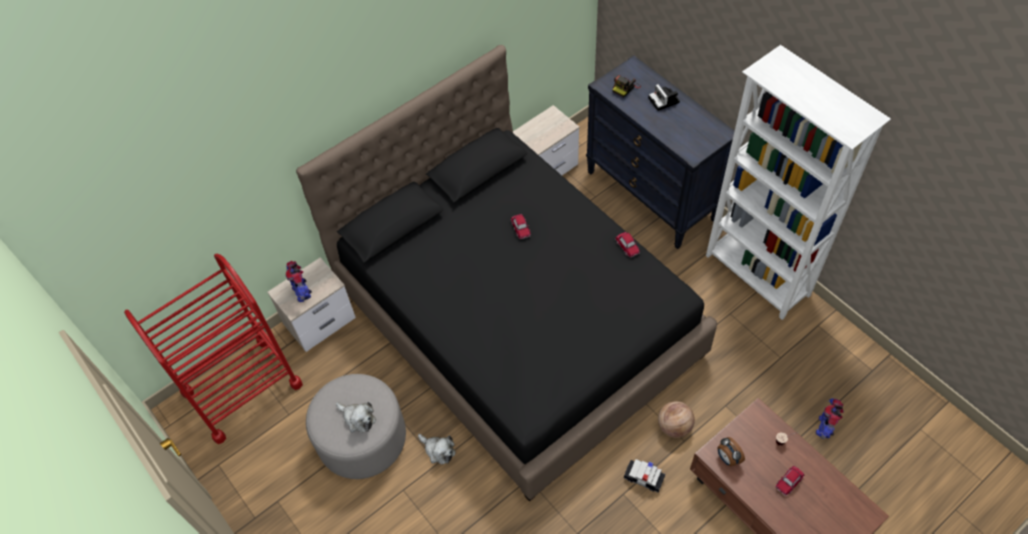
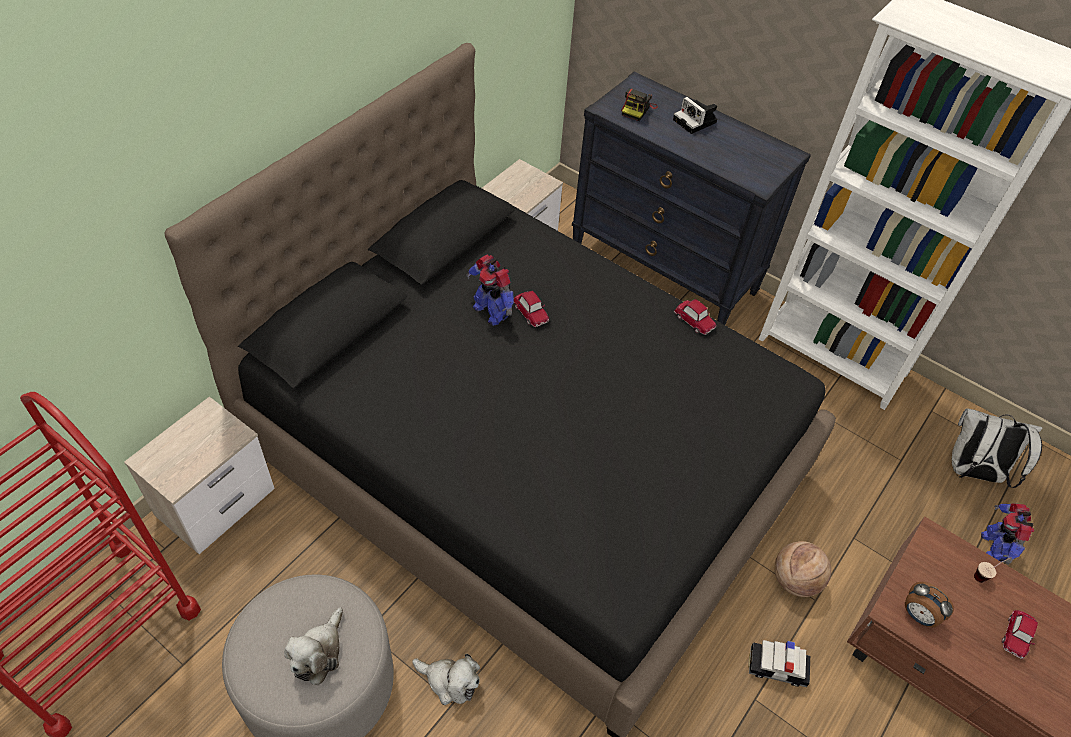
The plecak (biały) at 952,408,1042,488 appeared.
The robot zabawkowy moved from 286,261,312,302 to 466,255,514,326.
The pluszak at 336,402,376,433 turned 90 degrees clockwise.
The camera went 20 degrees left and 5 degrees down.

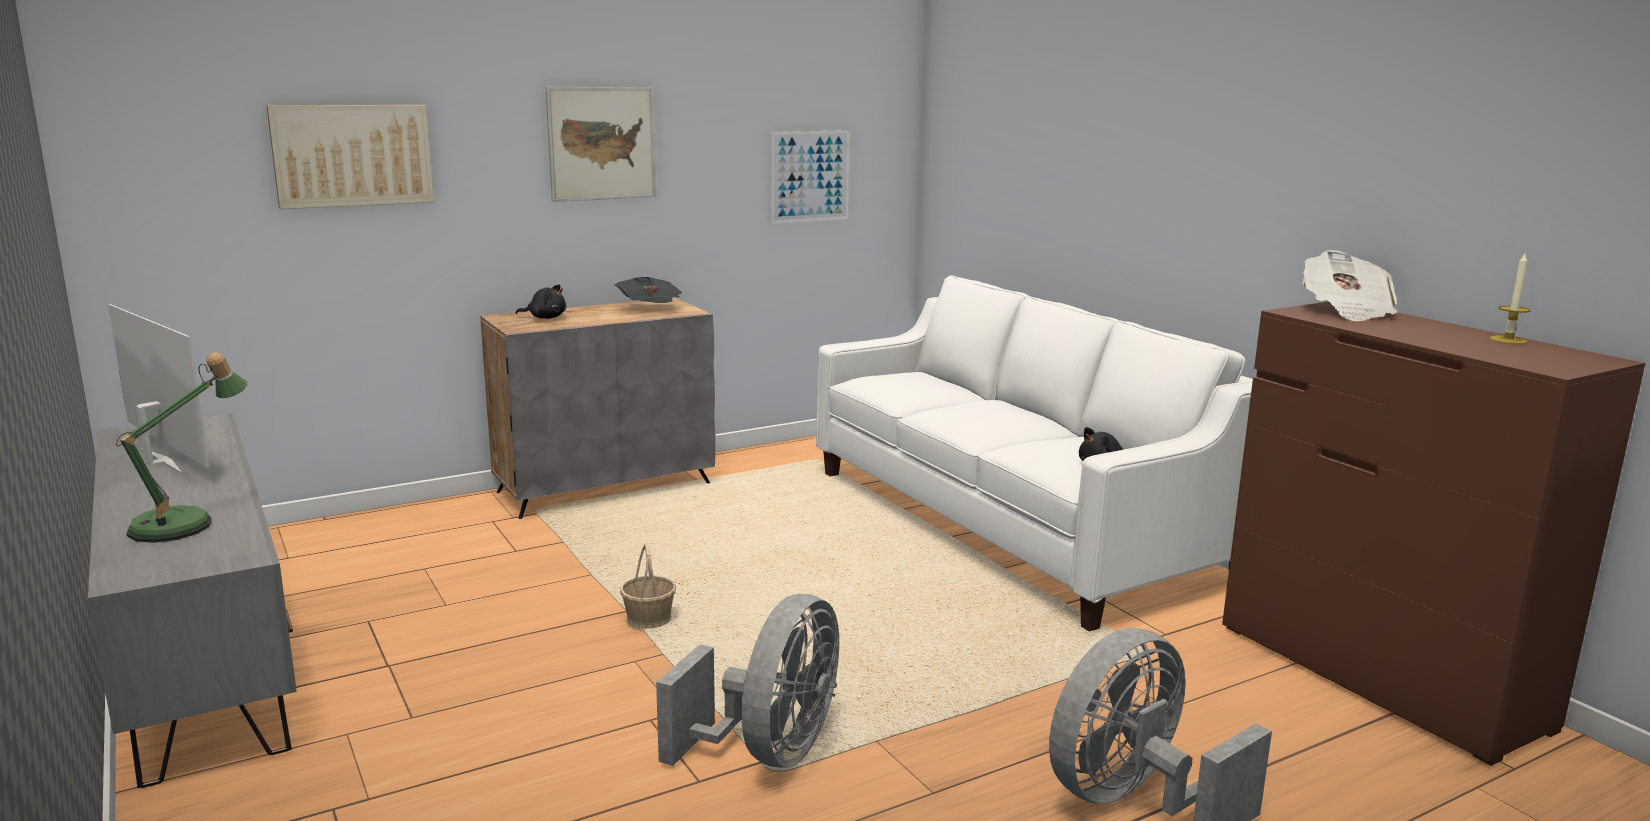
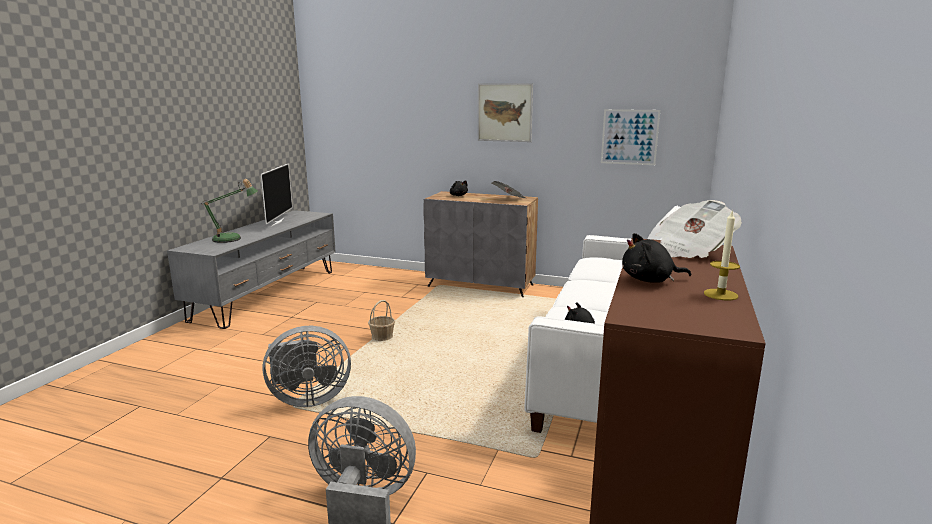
The obraz at 267,105,434,209 disappeared.
The pluszak (czarny) at 622,233,691,283 appeared.
The camera went 50 degrees right and 0 degrees up.

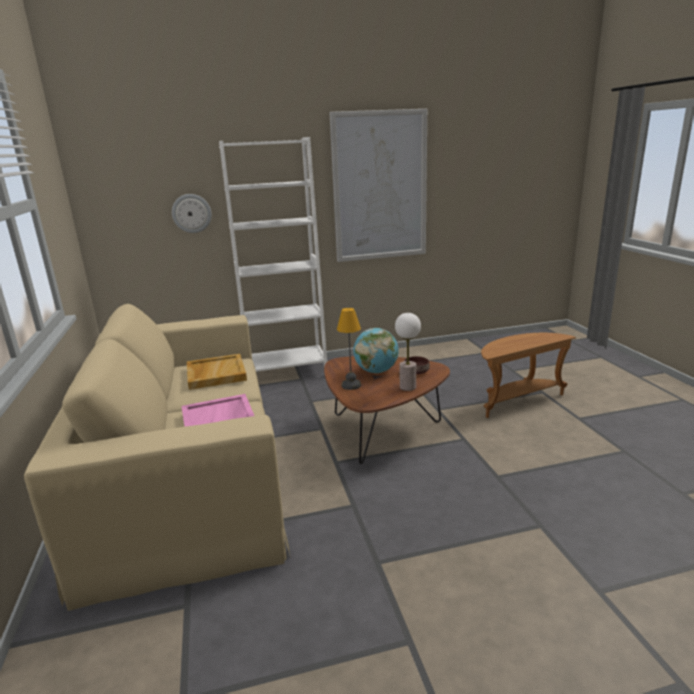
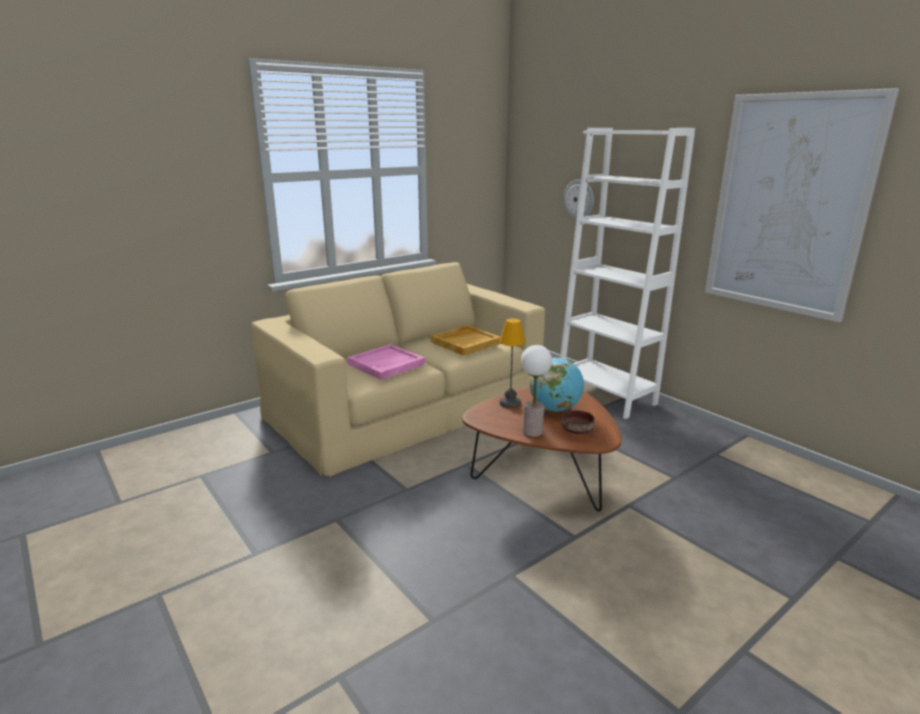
The stolik (brązowy) at 481,333,576,418 disappeared.
The camera went 65 degrees right and 0 degrees up.

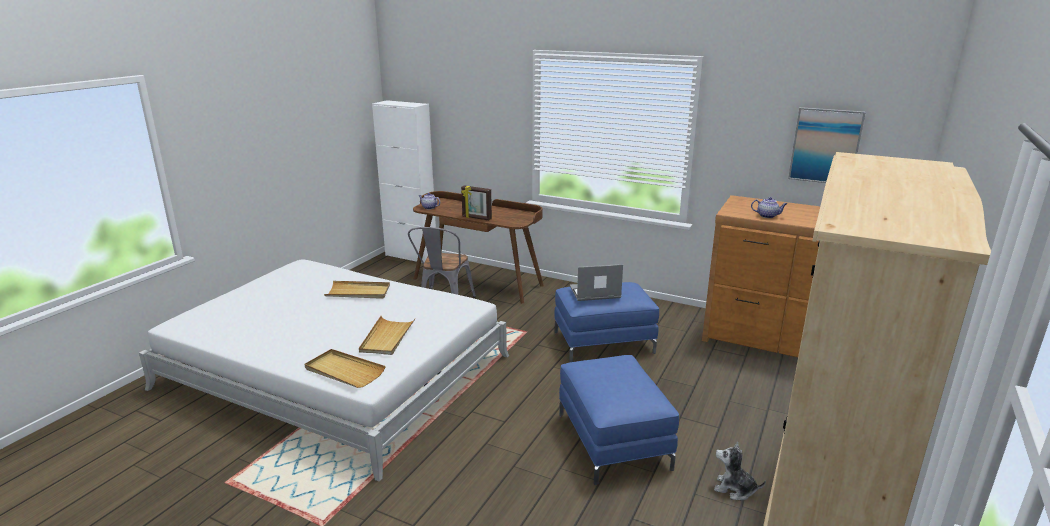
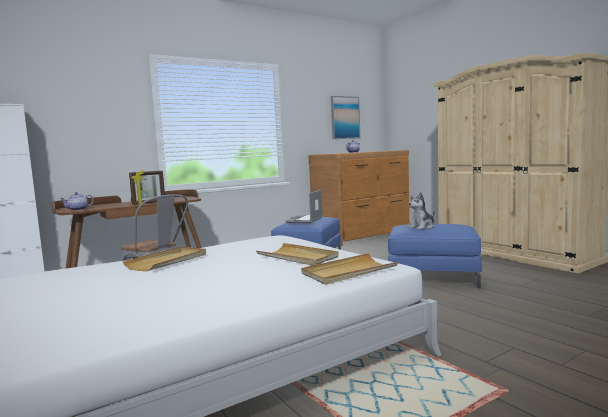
The pluszak moved from 714,441,766,500 to 408,192,434,230.
The camera went 60 degrees left and 15 degrees down.

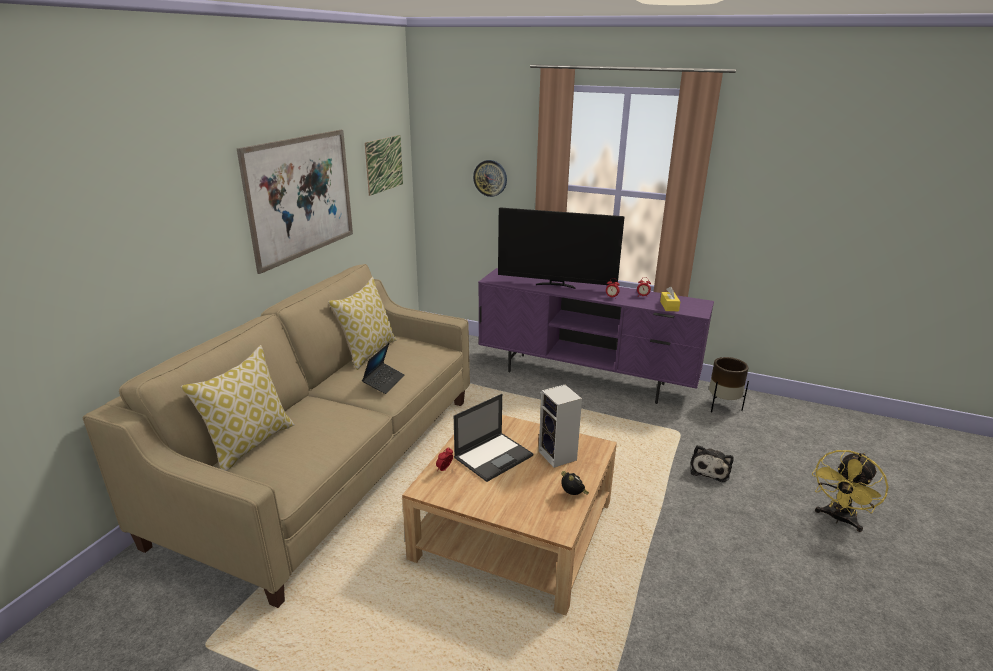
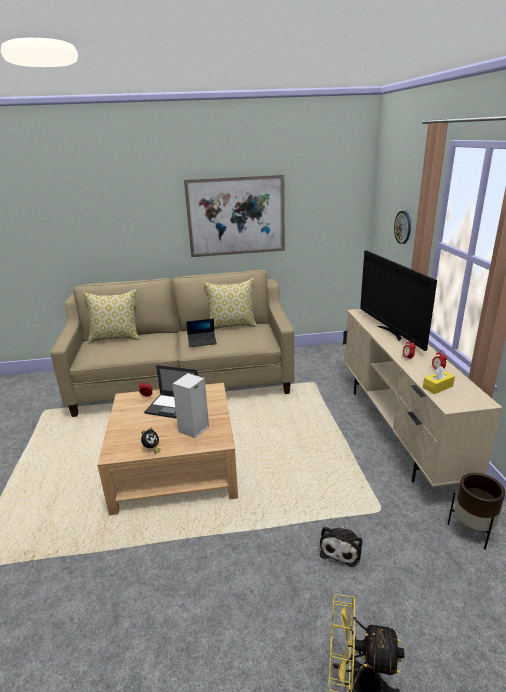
The obraz at 365,135,403,196 disappeared.
The szafka pod telewizor (fioletowy) at 478,268,714,404 became the szafka pod telewizor (beżowy) at 343,309,502,487.
The pluszak at 690,445,734,482 turned 60 degrees counterclockwise.
The camera went 60 degrees right and 0 degrees up.

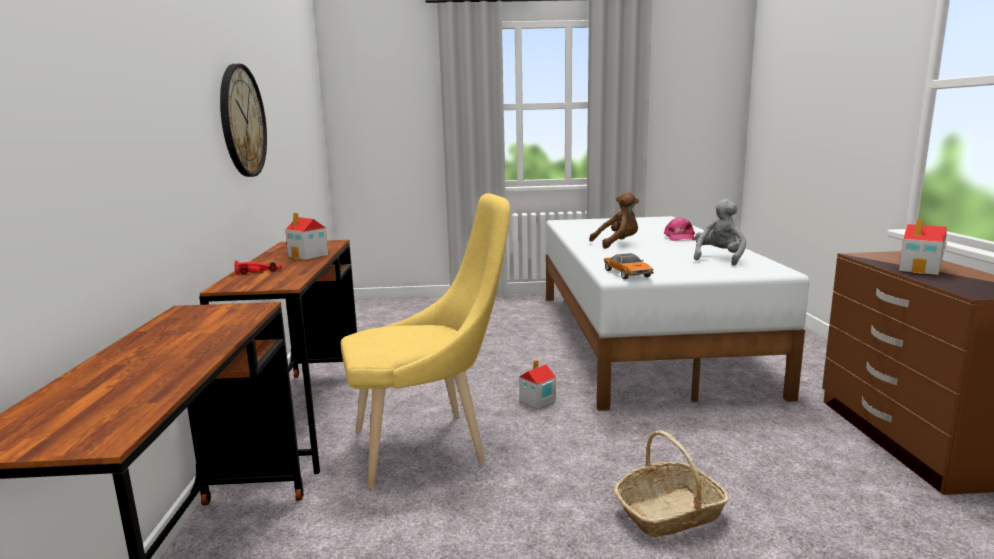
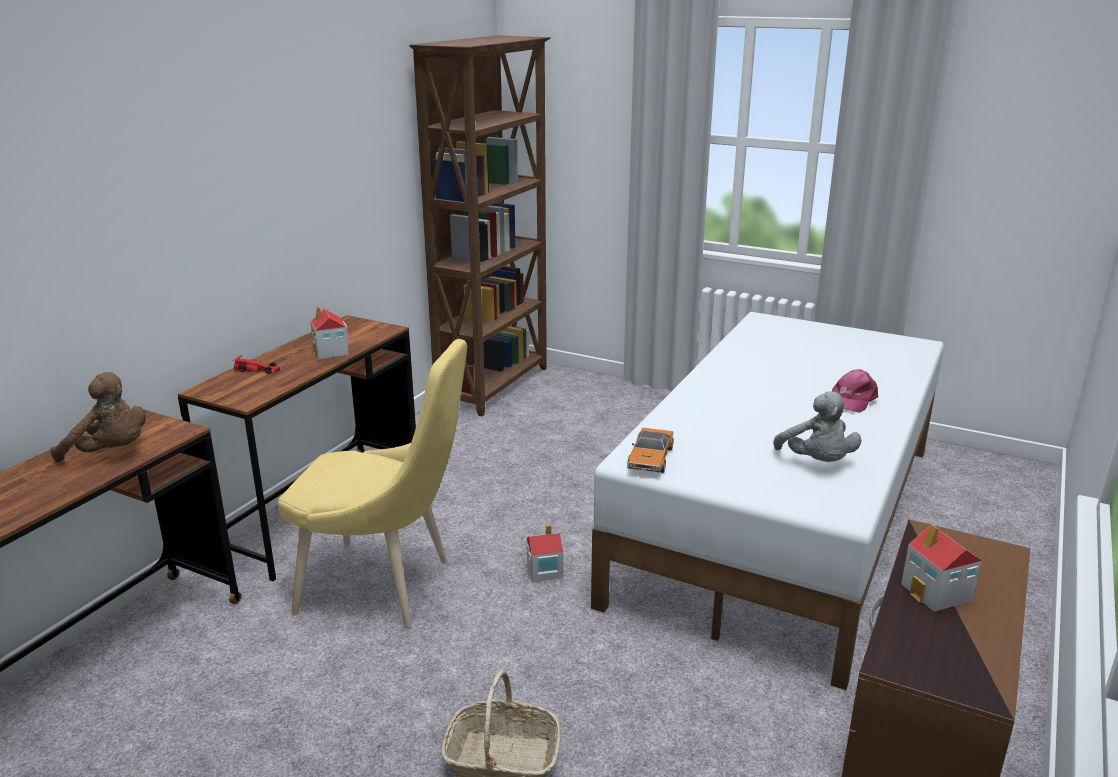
The zegar ścienny at 220,64,267,177 disappeared.
The regał (brązowy) at 409,35,551,416 appeared.
The pluszak (brązowy) moved from 589,192,639,249 to 51,372,146,463.
The pluszak (szary) at 694,199,746,266 turned 105 degrees clockwise.
The camera went 30 degrees right and 10 degrees up.

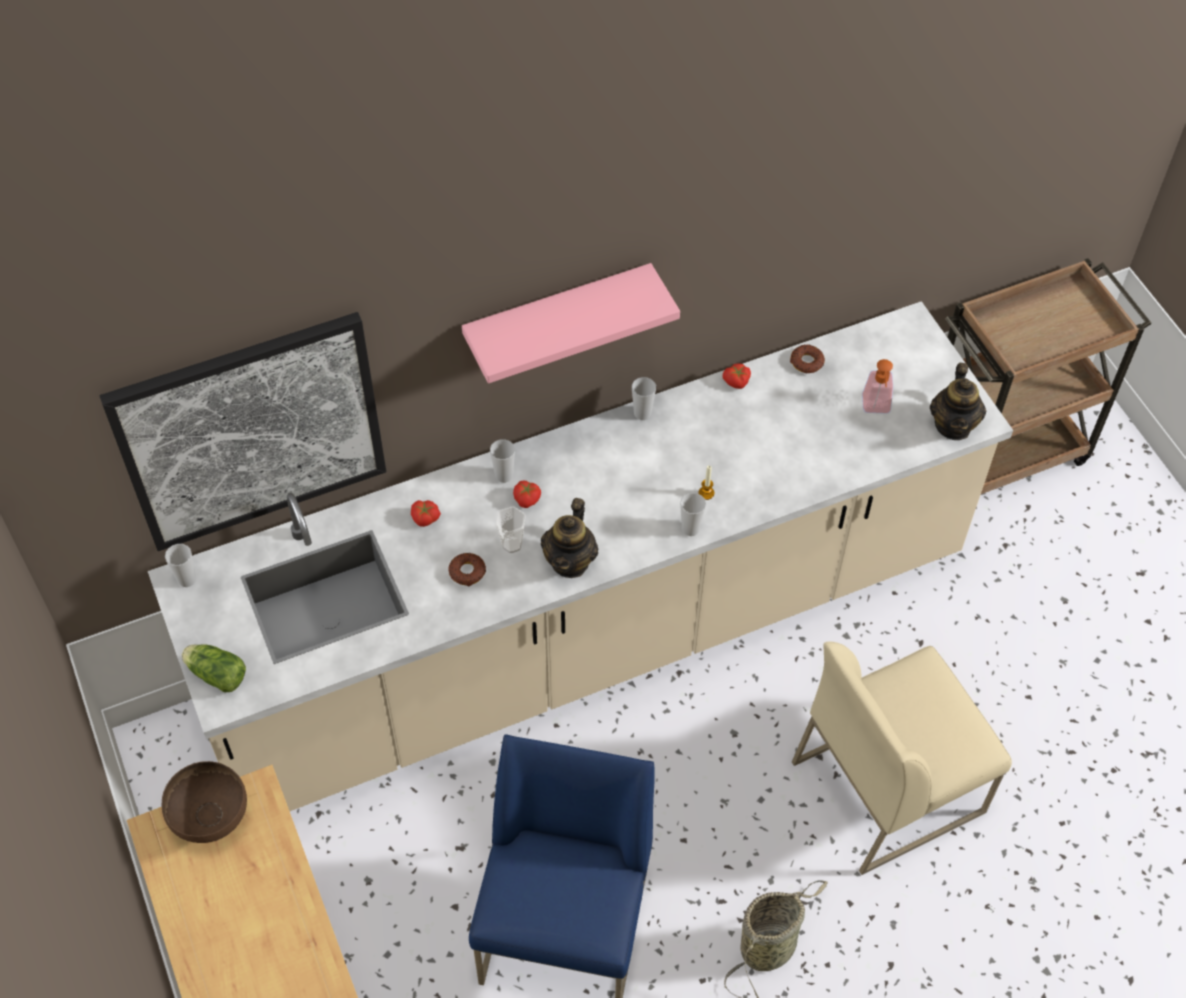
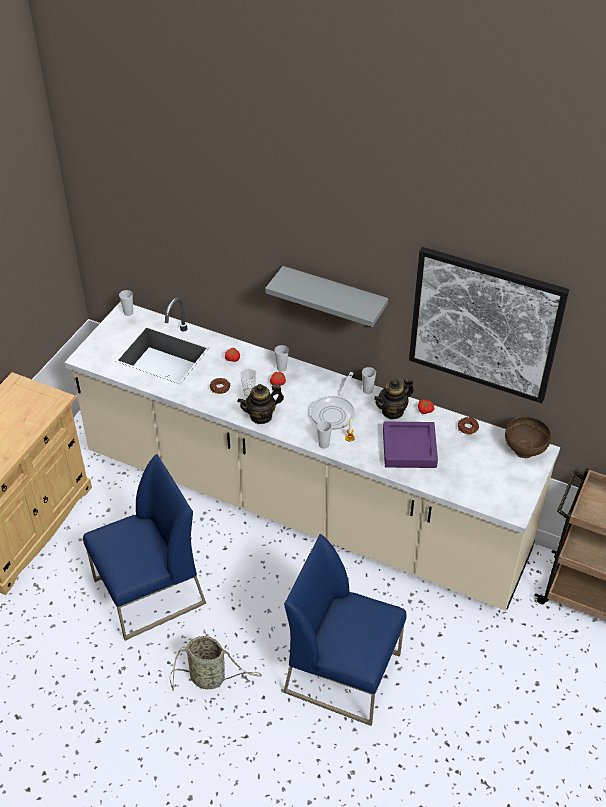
The sałata at 182,644,246,692 disappeared.
The dozownik mydła at 862,359,893,414 disappeared.
The patelnia at 310,372,355,430 appeared.
The taca (fioletowy) at 383,422,438,468 appeared.
The obraz moved from 100,312,386,551 to 409,247,569,403.
The miska (brązowy) moved from 162,761,247,843 to 505,417,551,458.
The imbryk moved from 930,363,987,440 to 374,377,414,420.
The półka (różowy) at 462,263,680,383 became the półka (szary) at 265,266,389,327.
The krzesło (beżowy) at 792,642,1012,875 became the krzesło (niebieski) at 283,534,407,726.
The camera went 50 degrees right and 10 degrees down.

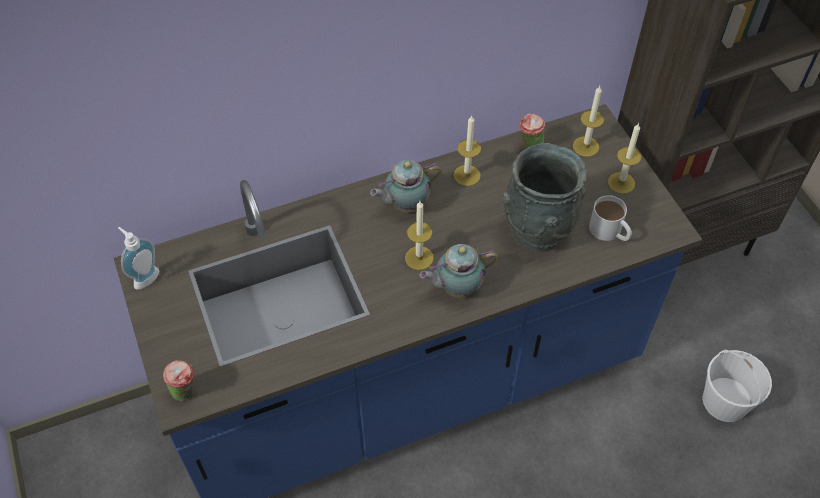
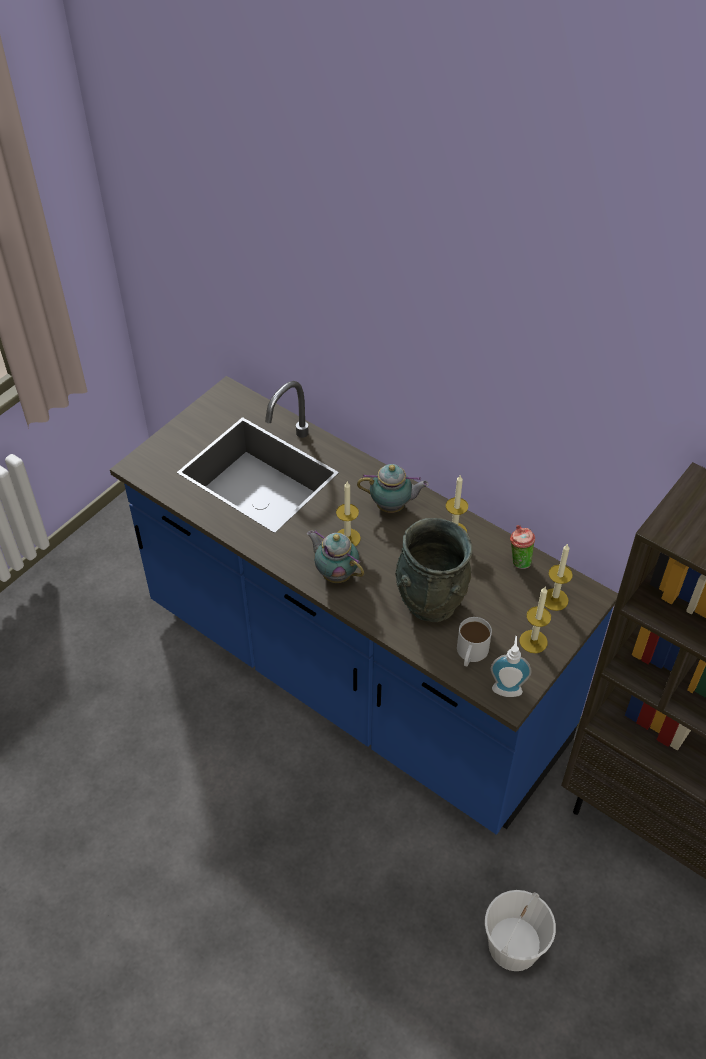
The filiżanka at 163,360,194,401 disappeared.
The dozownik mydła moved from 118,227,159,290 to 491,636,531,697.
The imbryk at 370,160,442,213 turned 150 degrees clockwise.
The camera went 60 degrees right and 5 degrees down.

